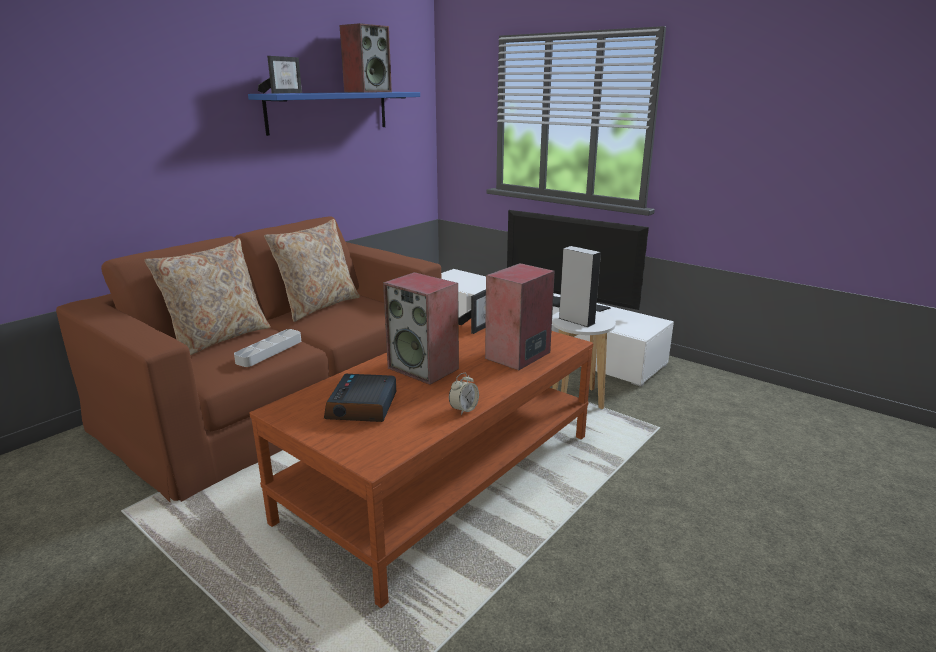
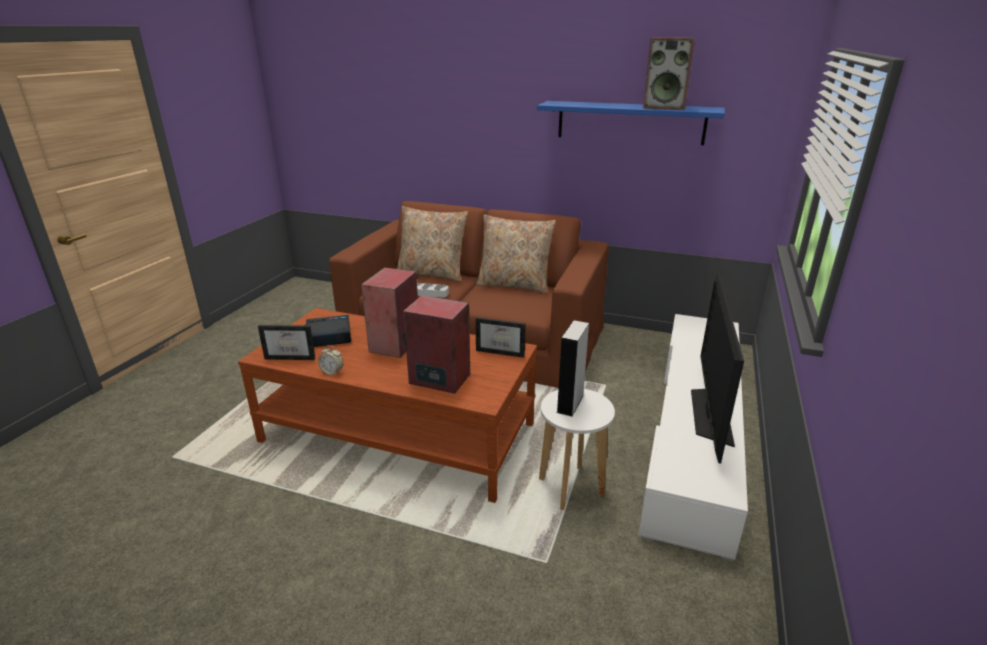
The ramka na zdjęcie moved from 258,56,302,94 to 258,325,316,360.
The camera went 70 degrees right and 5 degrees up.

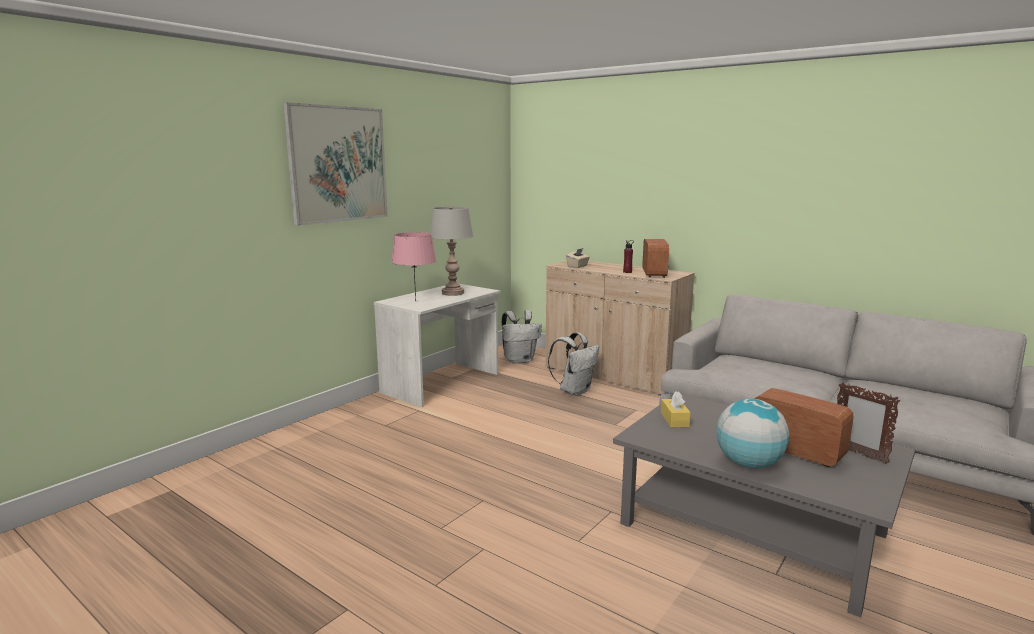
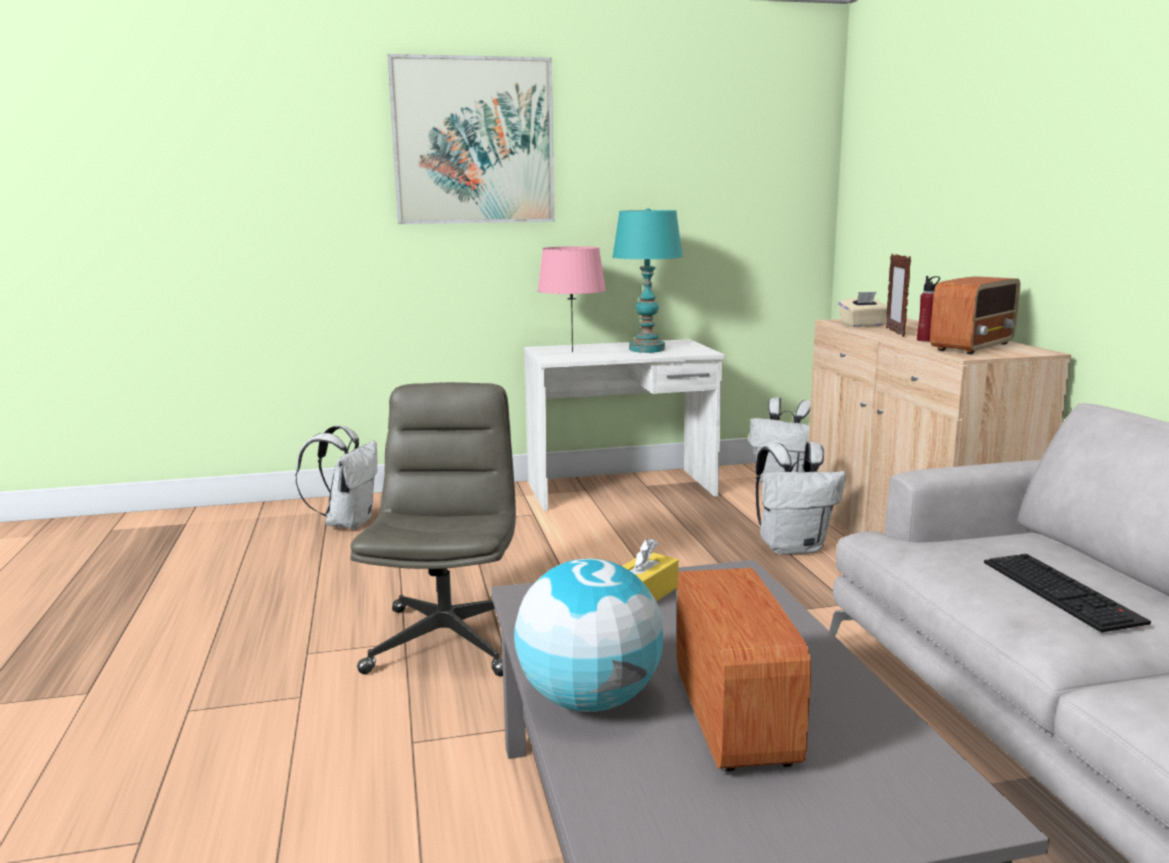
The plecak (biały) at 295,425,378,530 appeared.
The krzesło biurowe (szary) at 350,382,516,676 appeared.
The klawiatura at 984,554,1151,633 appeared.
The ramka na zdjęcie moved from 837,383,900,464 to 886,254,911,337.
The lampa stołowa (szary) at 430,207,473,296 became the lampa stołowa (turkusowy) at 612,208,683,353.
The camera went 40 degrees right and 0 degrees up.

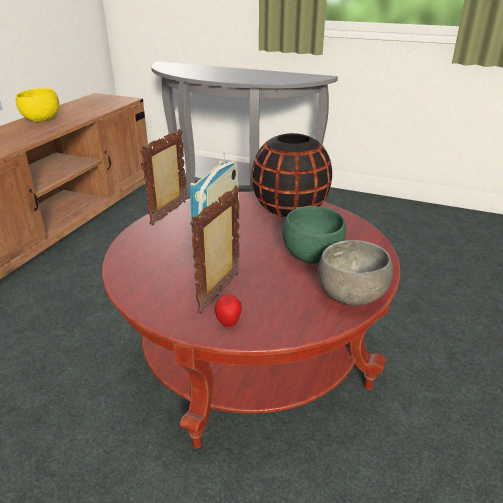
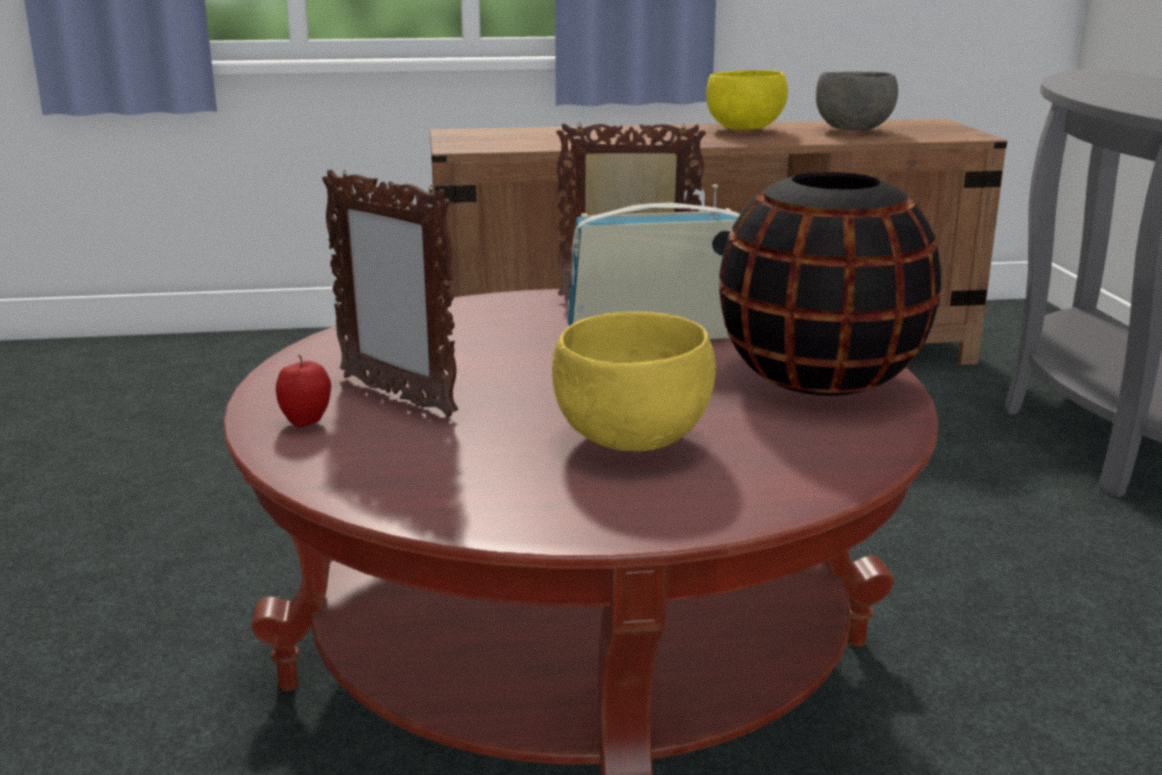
The miska (szary) moved from 318,240,393,306 to 816,72,898,130.
The miska (zielony) at 282,206,346,264 became the miska (żółty) at 552,312,716,451.
The ramka na zdjęcie at 190,185,240,314 turned 135 degrees counterclockwise.
The camera went 60 degrees right and 10 degrees down.

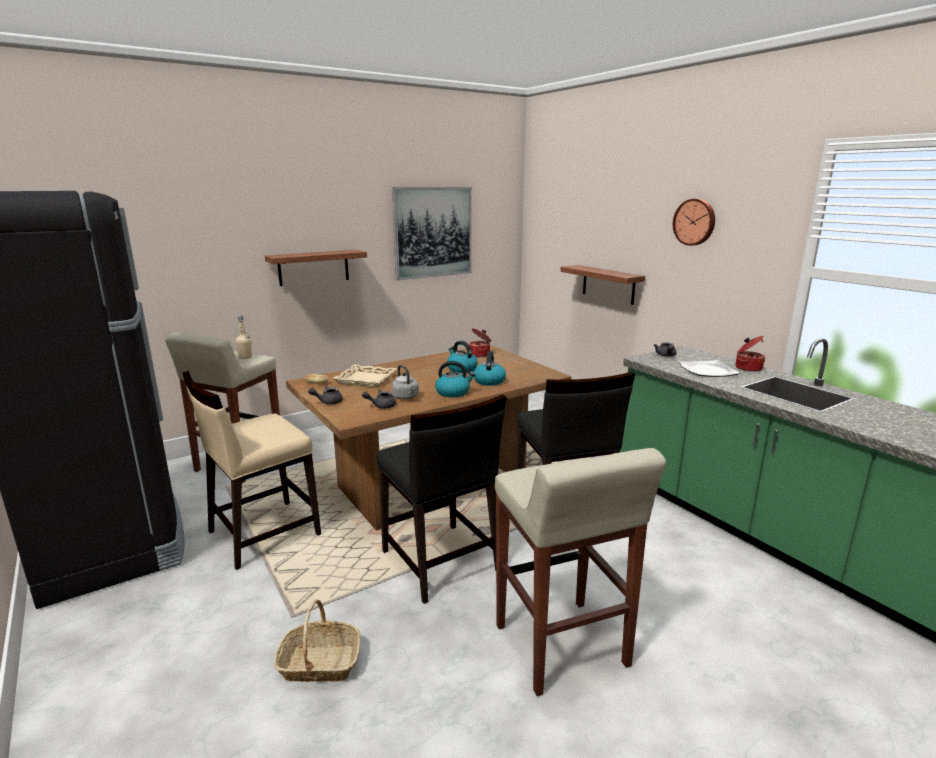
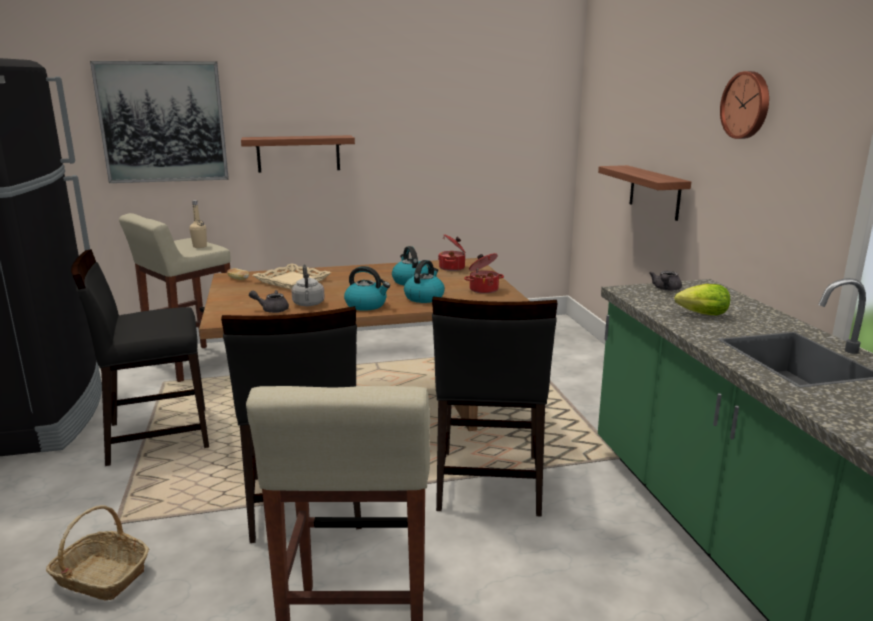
The imbryk (szary) at 308,385,343,404 disappeared.
The obraz moved from 392,187,472,280 to 90,61,229,183.
The garnek moved from 735,336,765,372 to 464,253,504,294.
The talerz at 679,360,740,377 was replaced by the sałata at 674,284,730,316.
The krzesło (beżowy) at 183,371,321,570 became the krzesło (czarny) at 71,249,209,466.
The camera went 20 degrees right and 0 degrees up.

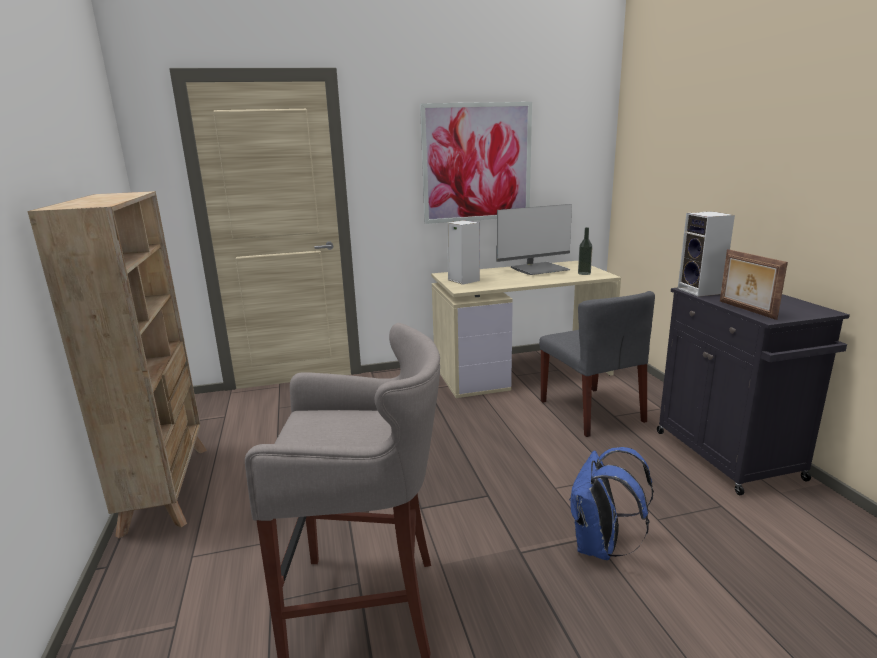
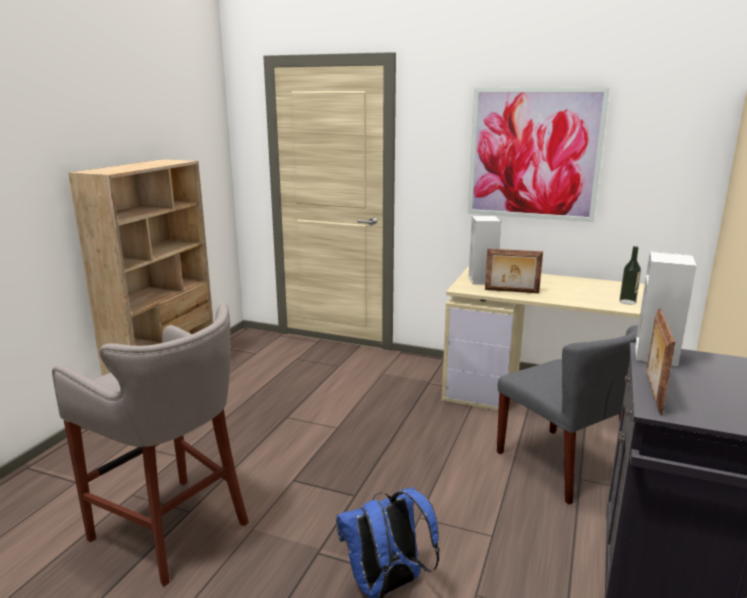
The monitor at 496,204,572,275 disappeared.
The ramka na zdjęcie at 485,249,543,293 appeared.
The krzesło (szary) at 539,291,655,437 turned 45 degrees counterclockwise.
The camera went 35 degrees right and 0 degrees up.

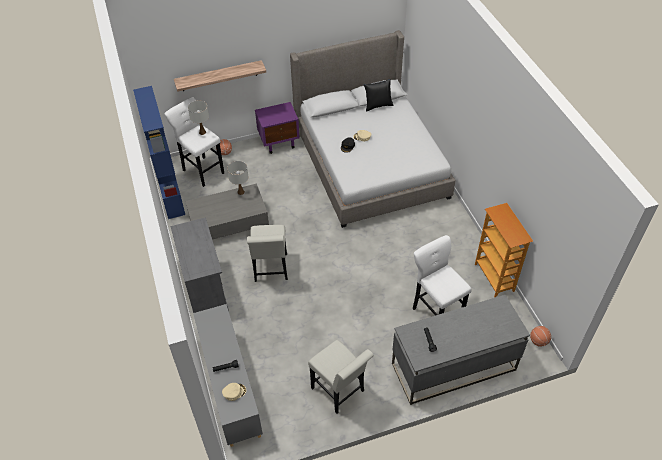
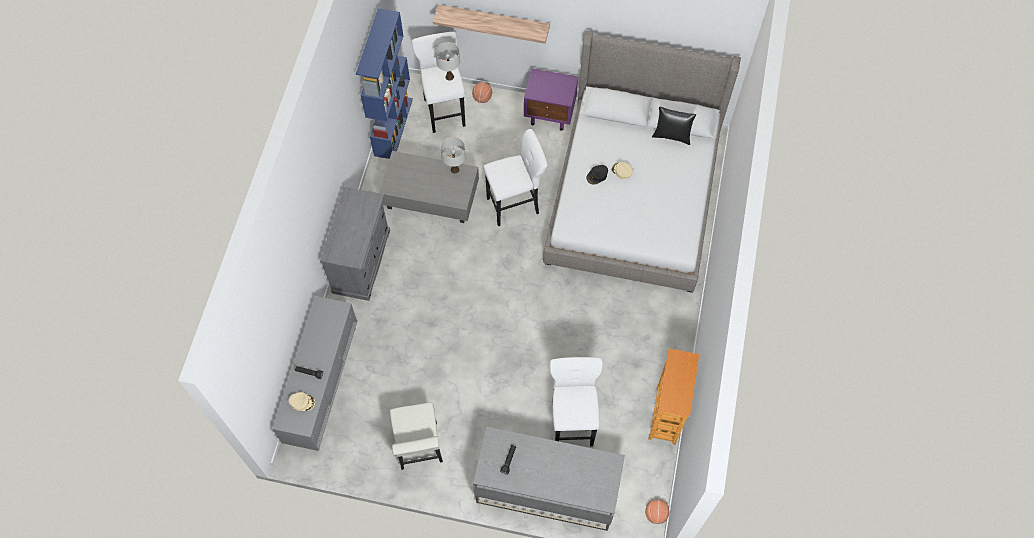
The krzesło (biały) at 247,225,288,282 disappeared.
The stołek (biały) at 483,129,547,226 appeared.
The camera went 30 degrees right and 15 degrees up.

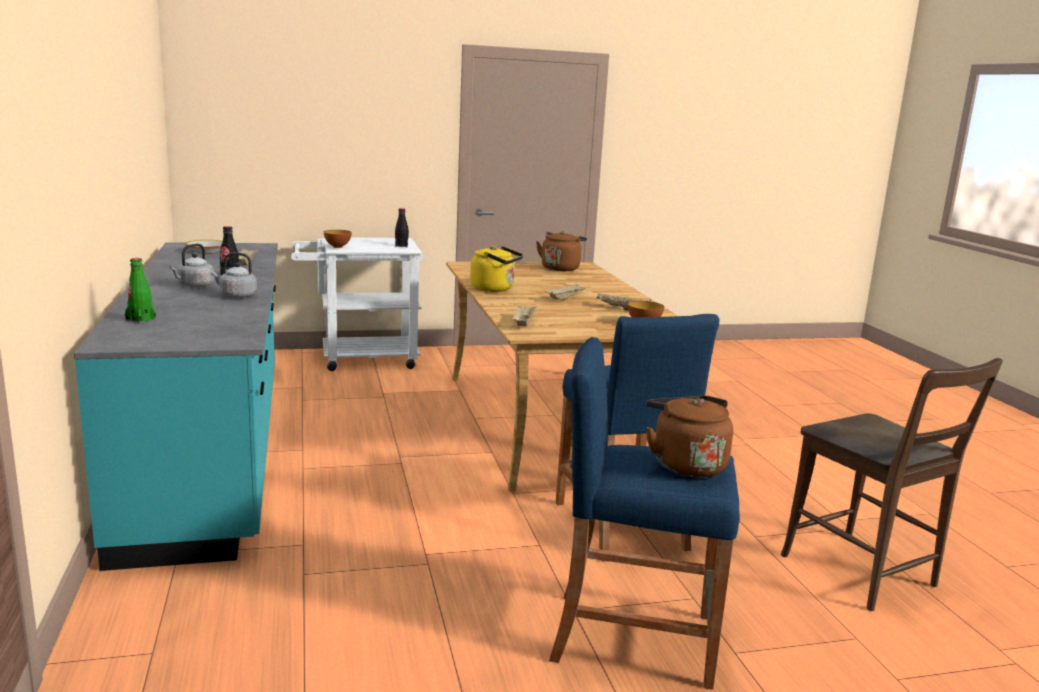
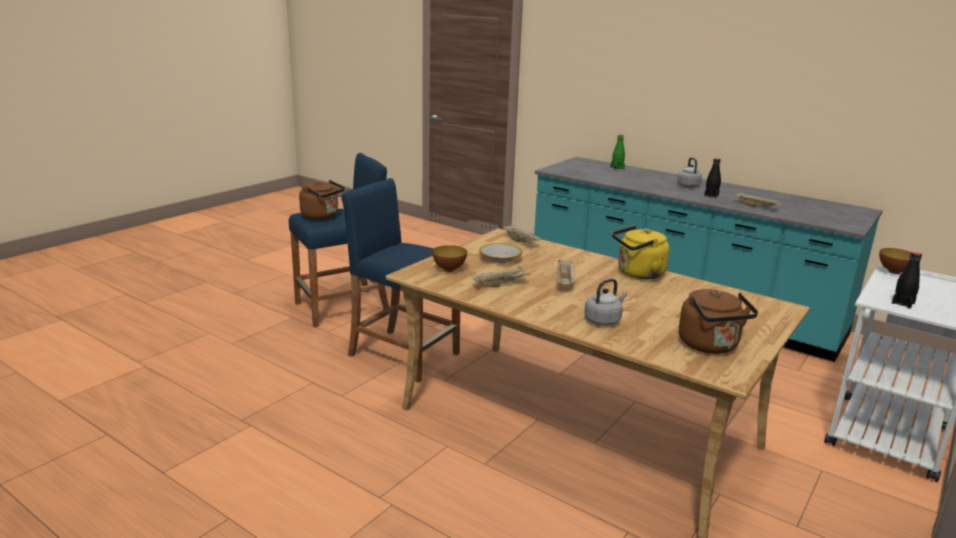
The krzesło (brązowy) at 781,358,1003,611 disappeared.
The miska moved from 185,240,222,254 to 479,243,523,263.
The czajnik (szary) moved from 211,253,257,298 to 584,278,627,326.
The camera went 140 degrees right and 5 degrees up.

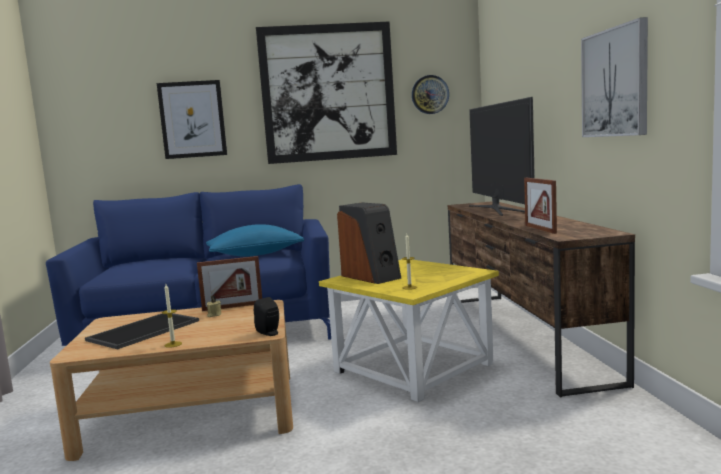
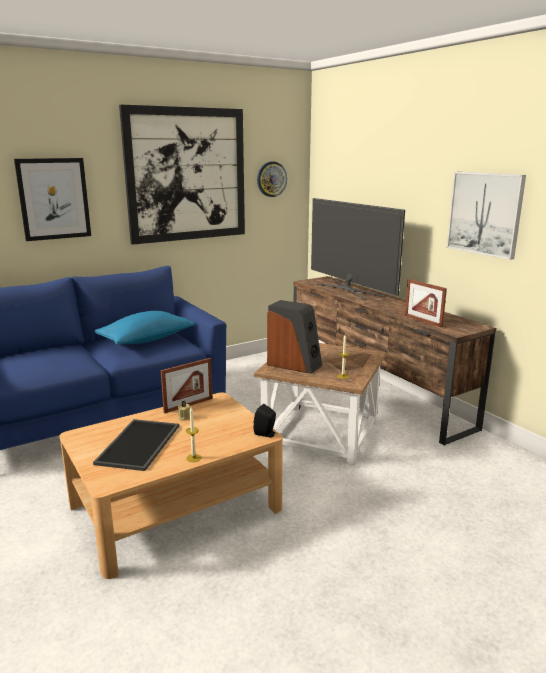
The stolik (żółty) at 319,259,499,402 became the stolik (brązowy) at 254,343,387,465.
The camera went 25 degrees left and 10 degrees up.

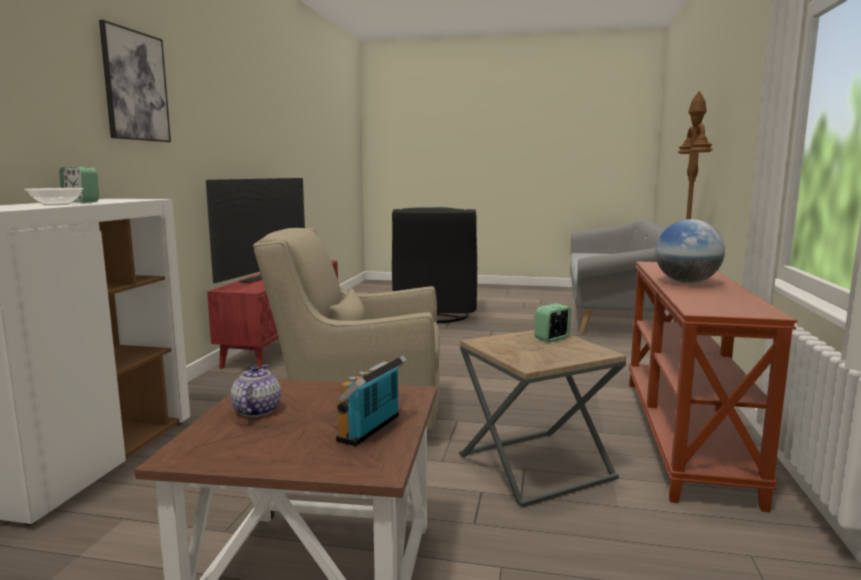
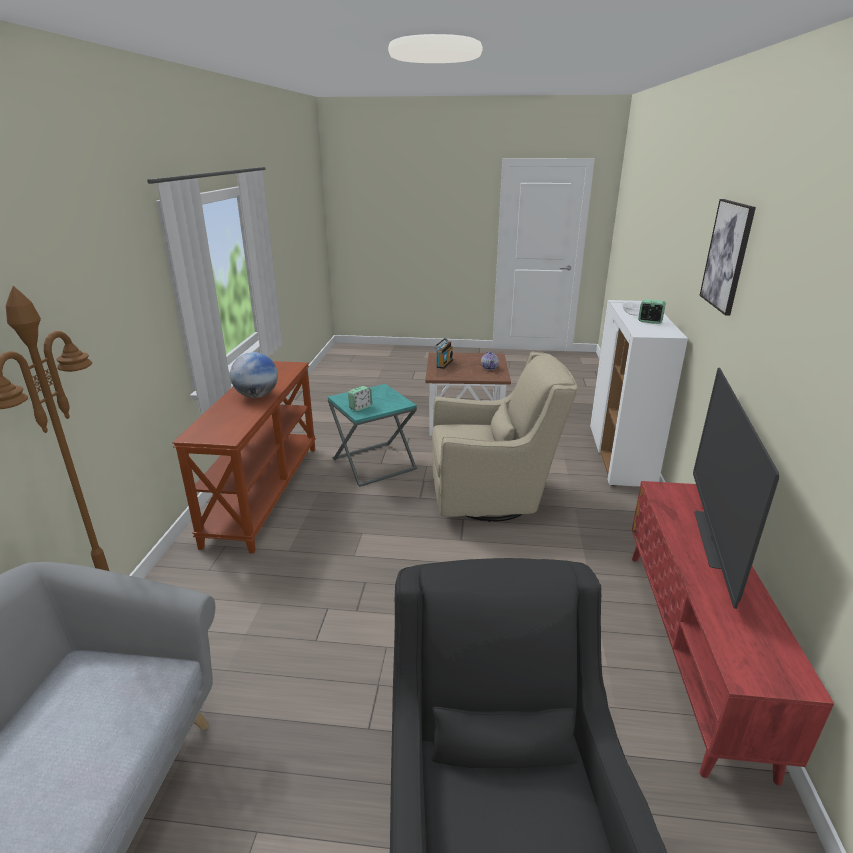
The stolik (brązowy) at 459,330,626,507 became the stolik (turkusowy) at 328,384,417,487.
The camera went 175 degrees right and 15 degrees up.

